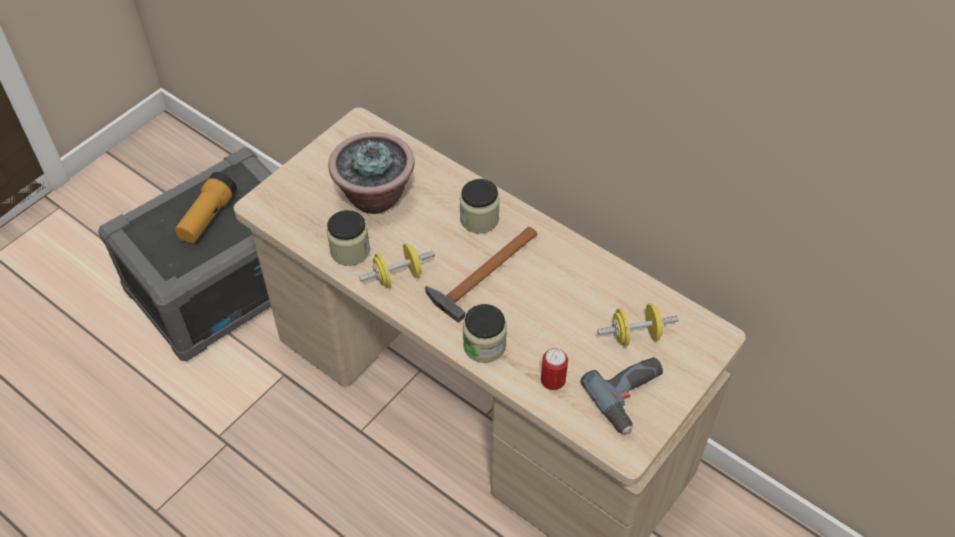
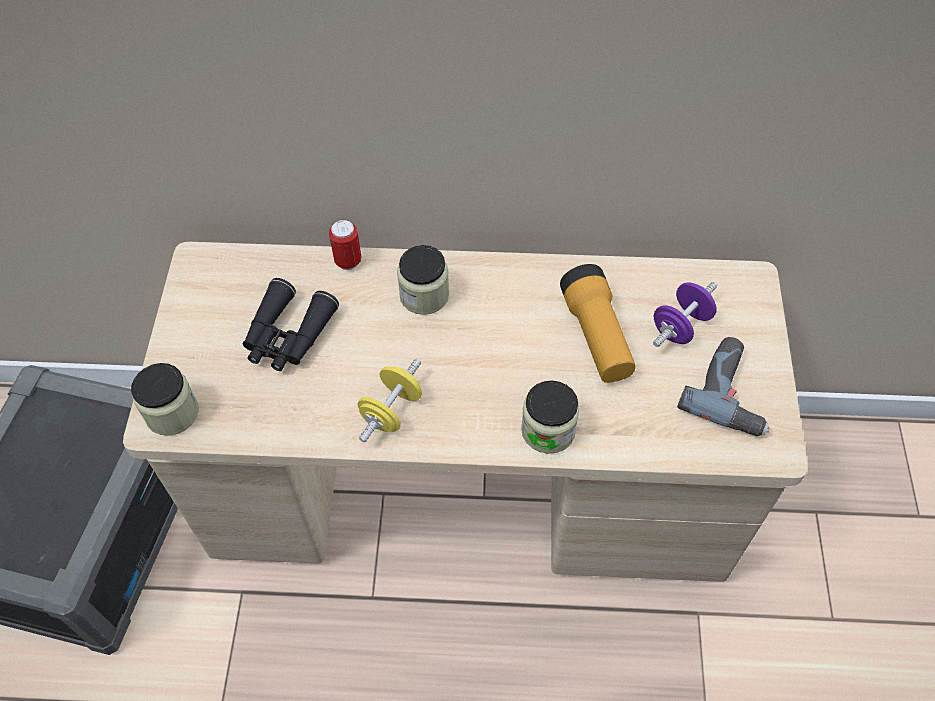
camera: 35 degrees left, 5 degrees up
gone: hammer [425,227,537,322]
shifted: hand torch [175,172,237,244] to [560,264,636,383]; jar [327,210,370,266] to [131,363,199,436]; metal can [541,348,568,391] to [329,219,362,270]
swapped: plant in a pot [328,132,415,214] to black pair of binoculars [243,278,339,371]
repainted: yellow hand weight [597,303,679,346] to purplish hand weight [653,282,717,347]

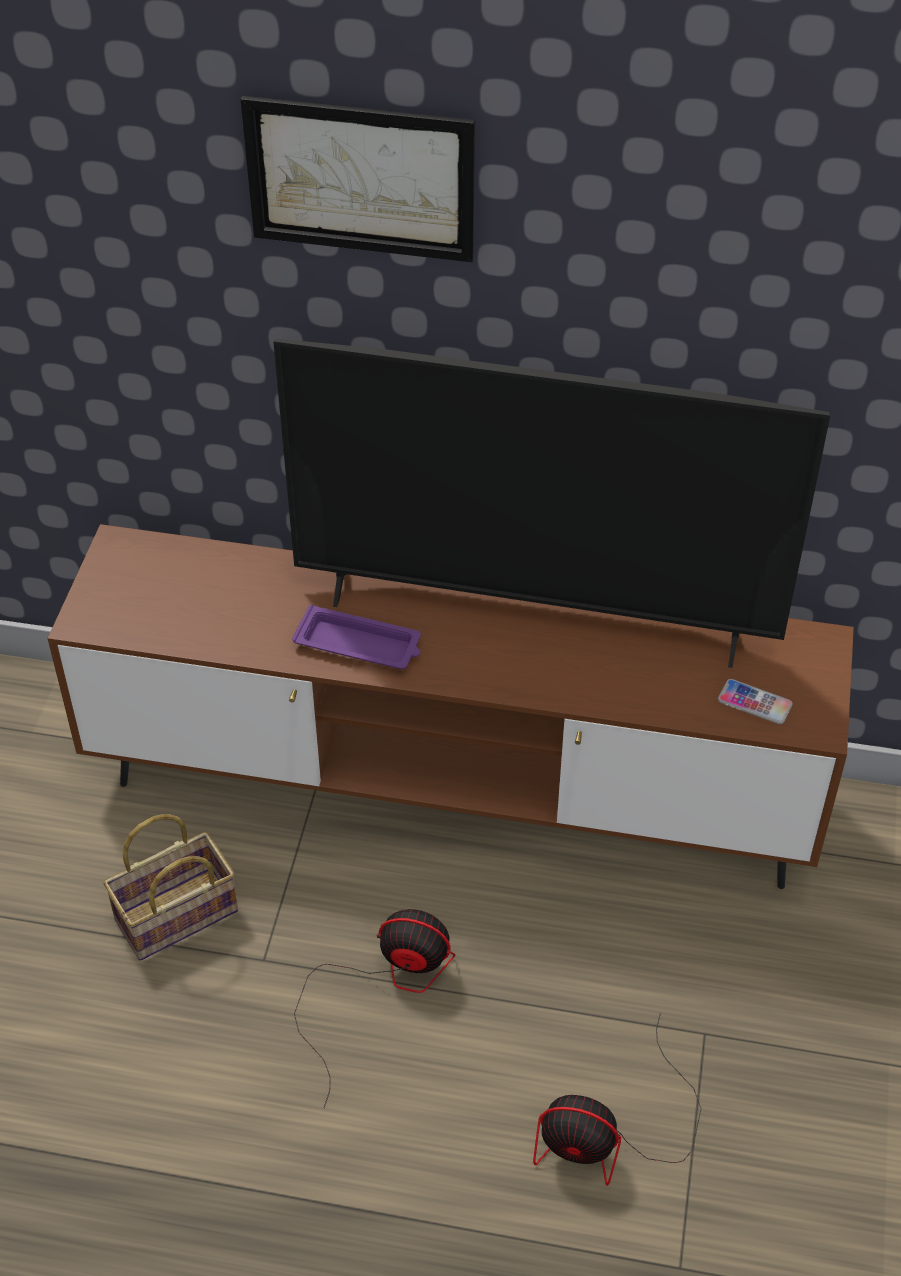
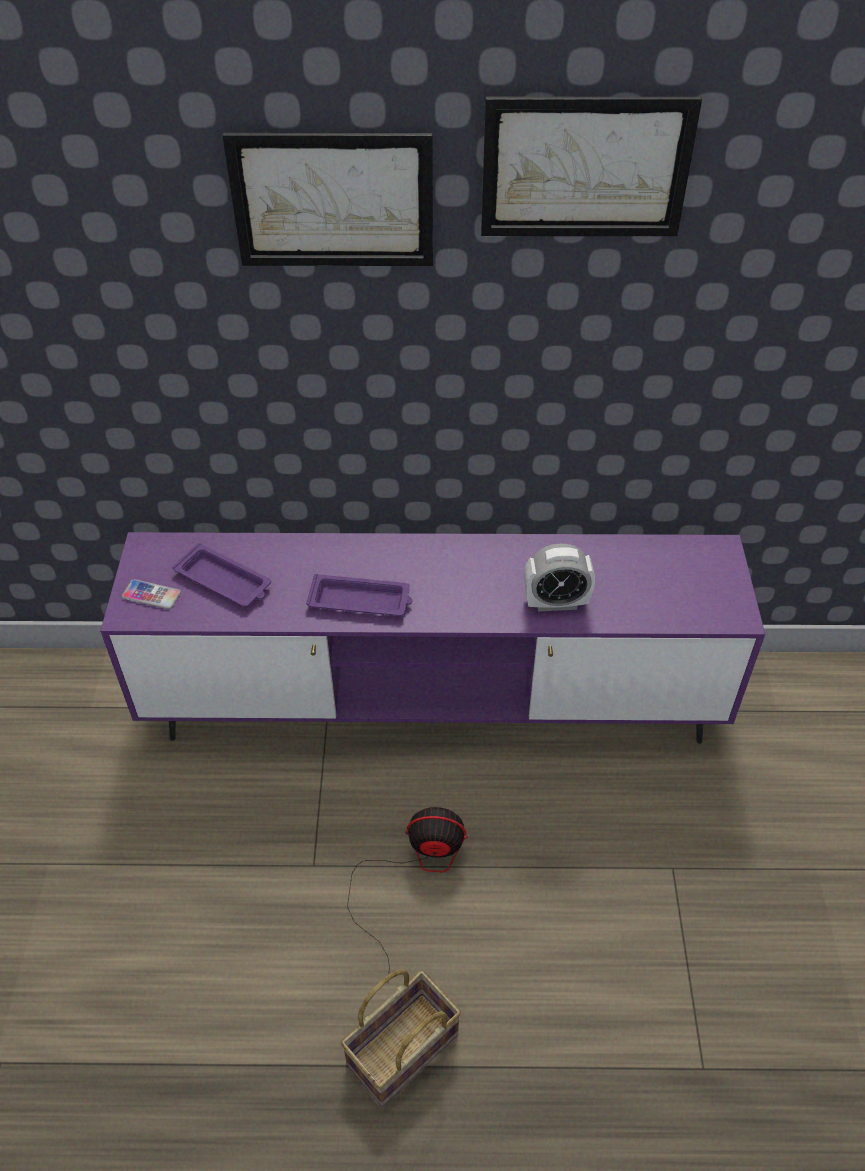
camera: 10 degrees left, 0 degrees up
gone: TV set [273,339,830,668]; electric fan [533,1013,702,1186]
new: purplish serving tray [172,543,271,607]; wall art [481,97,702,236]; alarm clock [524,544,595,612]
shifted: household basket [103,814,238,961] to [341,969,461,1106]; telephone [718,679,793,724] to [122,579,181,609]
repainted: brown-coloured media console [48,524,854,889] to purplish media console [100,532,765,744]

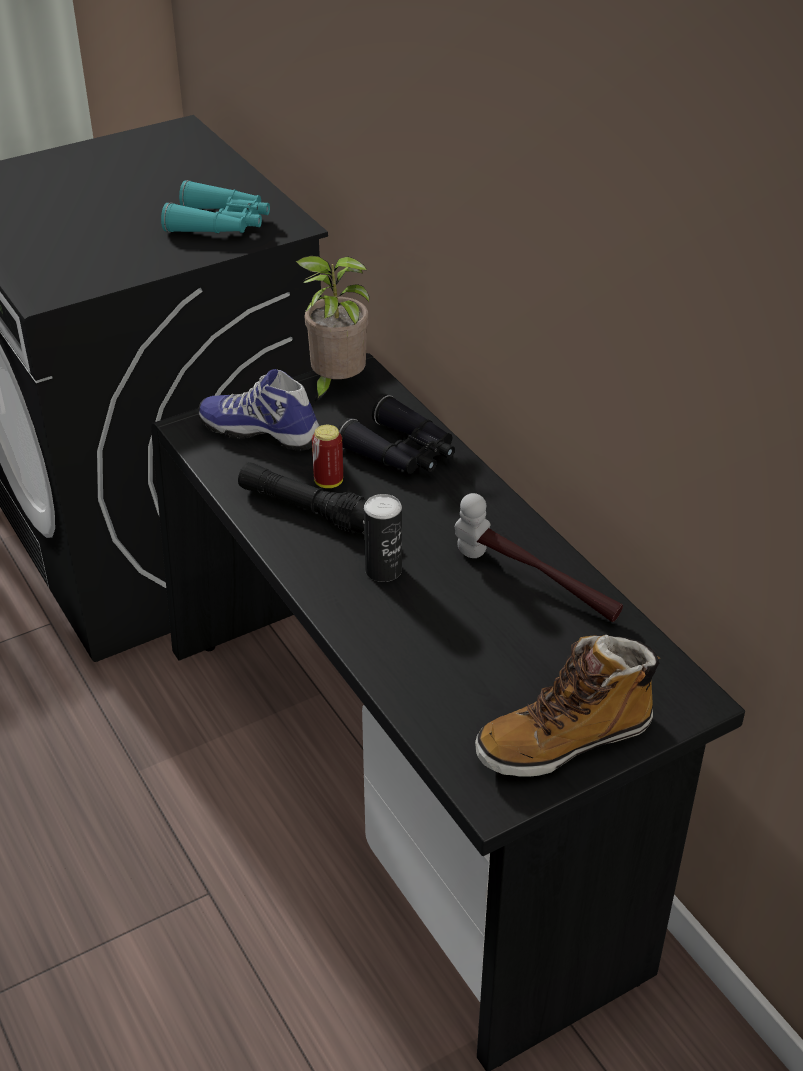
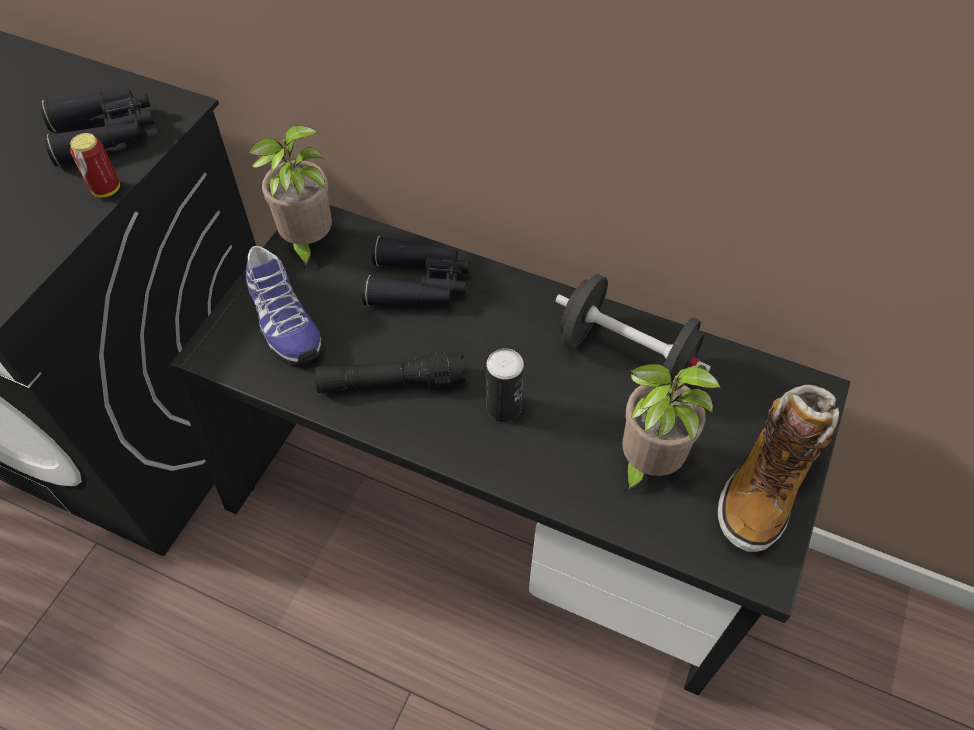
camera: 35 degrees left, 15 degrees up
new: plant in a pot [622,364,720,494]
shifted: metal can [312,425,343,488] to [70,133,120,197]
swapped: hammer [455,493,623,622] to black hand weight [555,274,711,381]
repainted: blue-green pair of binoculars [161,180,270,233] to black pair of binoculars [39,89,155,166]
rotated: low shoe [198,369,319,451] = [246,246,322,364] 105 degrees counterclockwise

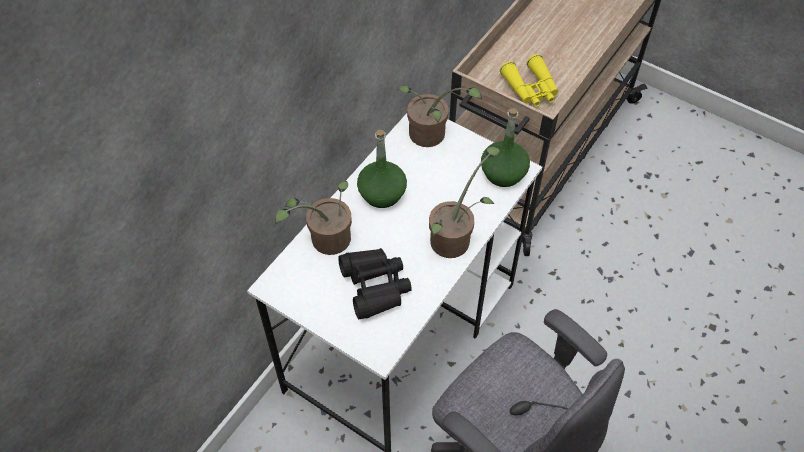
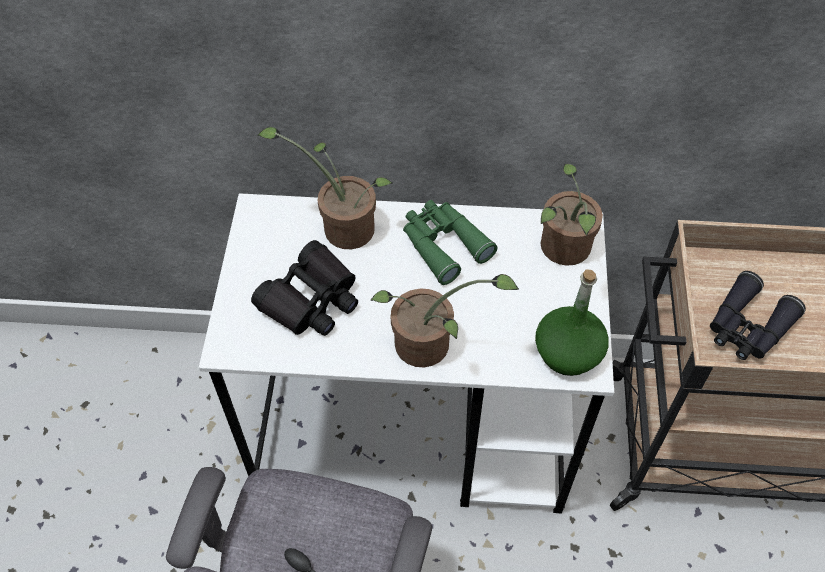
camera: 60 degrees right, 0 degrees up
swapped: greenish drink bottle [357,130,407,208] to greenish pair of binoculars [403,200,498,285]
repainted: yellow pair of binoculars [500,54,558,107] to black pair of binoculars [710,271,806,360]

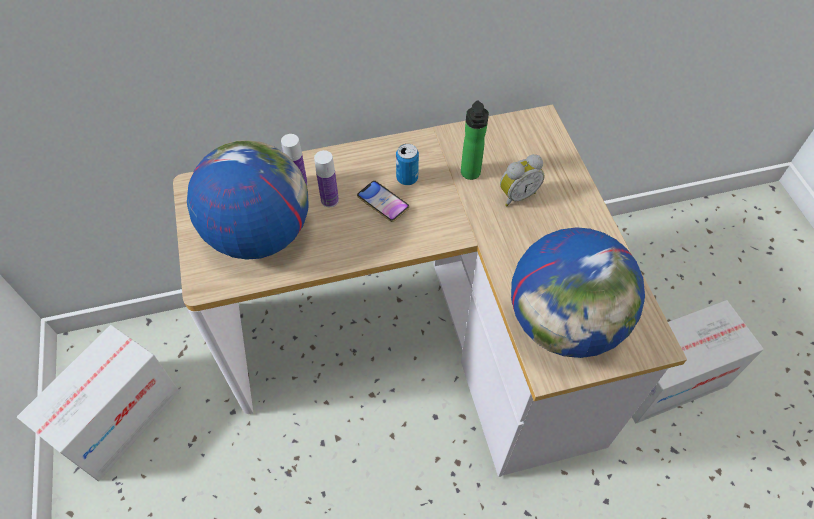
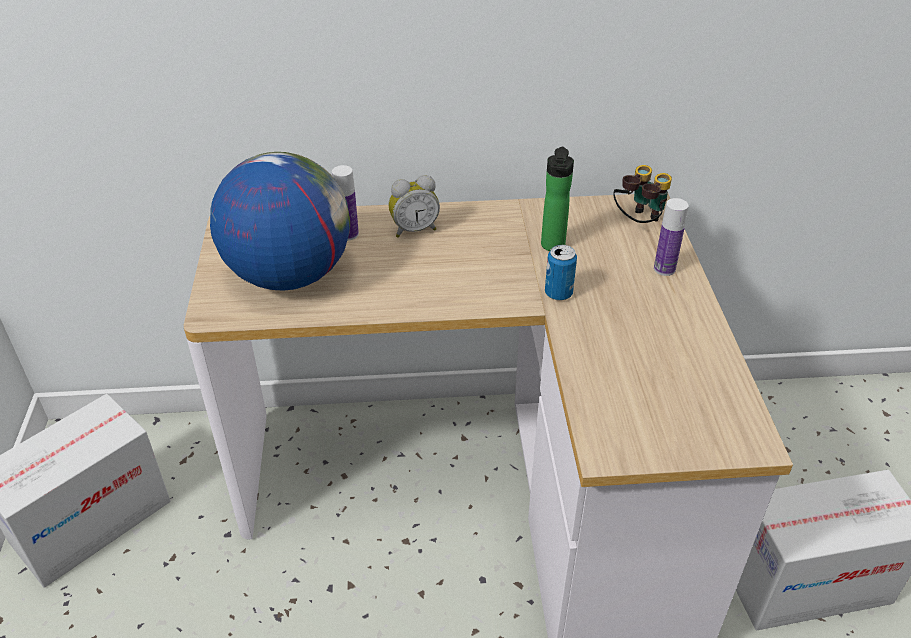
camera: 10 degrees right, 15 degrees down
gone: telephone [357,181,410,222]; world globe [511,227,645,358]
new: pair of binoculars [613,165,672,223]
shifted: drink bottle [314,150,339,207] to [654,198,689,276]; metal can [396,144,419,185] to [545,245,577,301]; alarm clock [500,154,545,206] to [389,175,440,238]

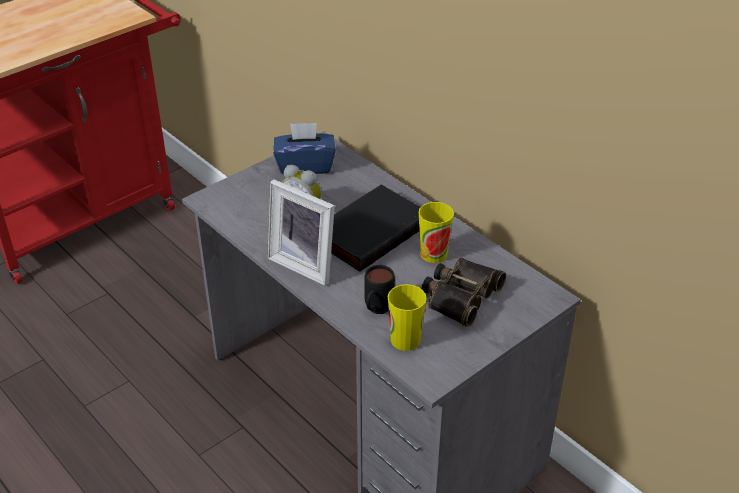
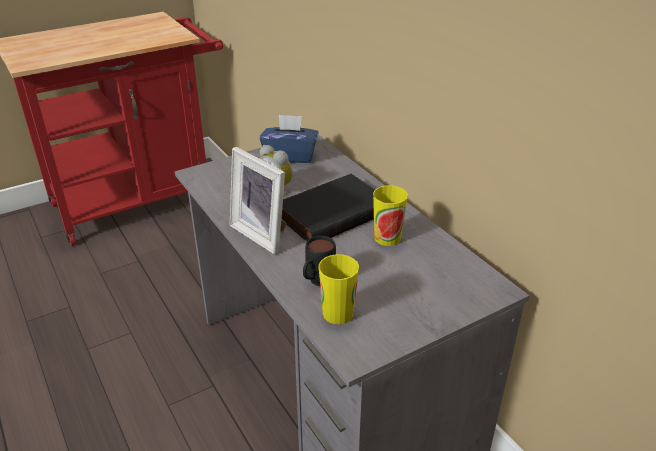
camera: 10 degrees right, 5 degrees down
gone: pair of binoculars [421,257,506,327]

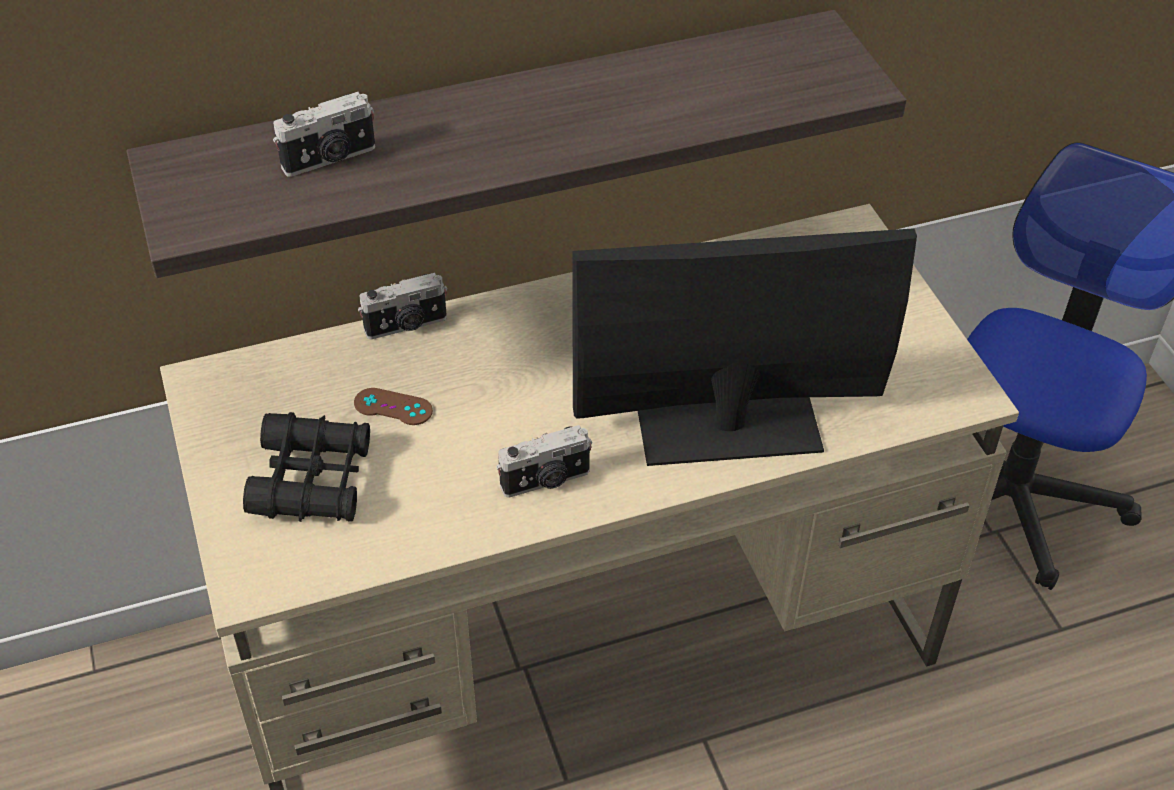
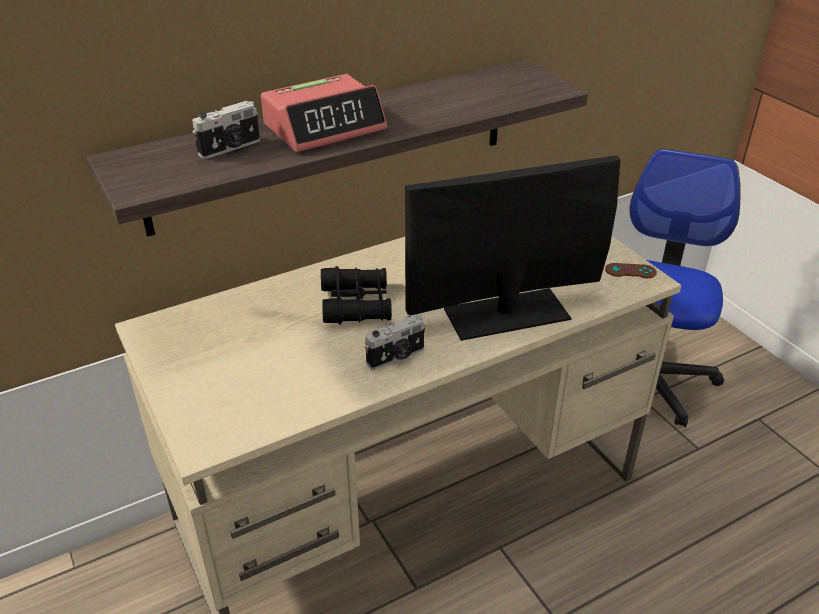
camera: 10 degrees left, 10 degrees down
gone: photo camera [358,273,448,339]
new: alarm clock [261,74,387,152]
shifted: black pair of binoculars [243,412,370,522] to [321,266,392,324]; brown-coloured joypad [354,388,433,425] to [605,263,657,278]

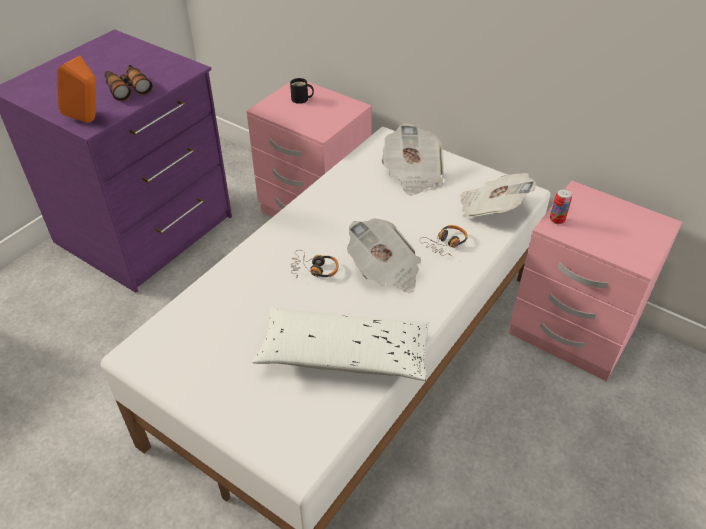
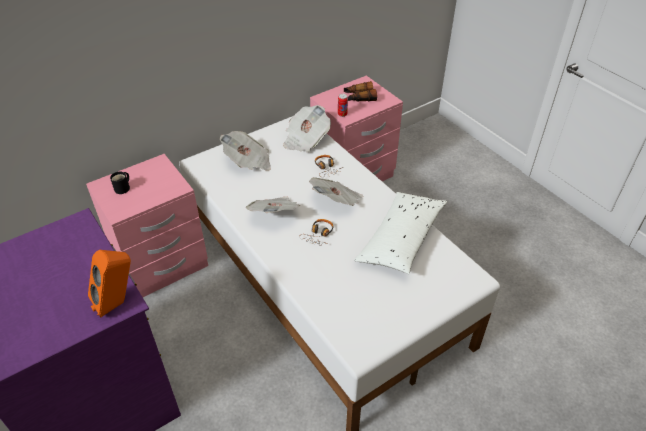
camera: 70 degrees left, 0 degrees up
new: newspaper [246,196,300,213]
shifted: pair of binoculars [104,65,152,101] to [344,81,377,102]

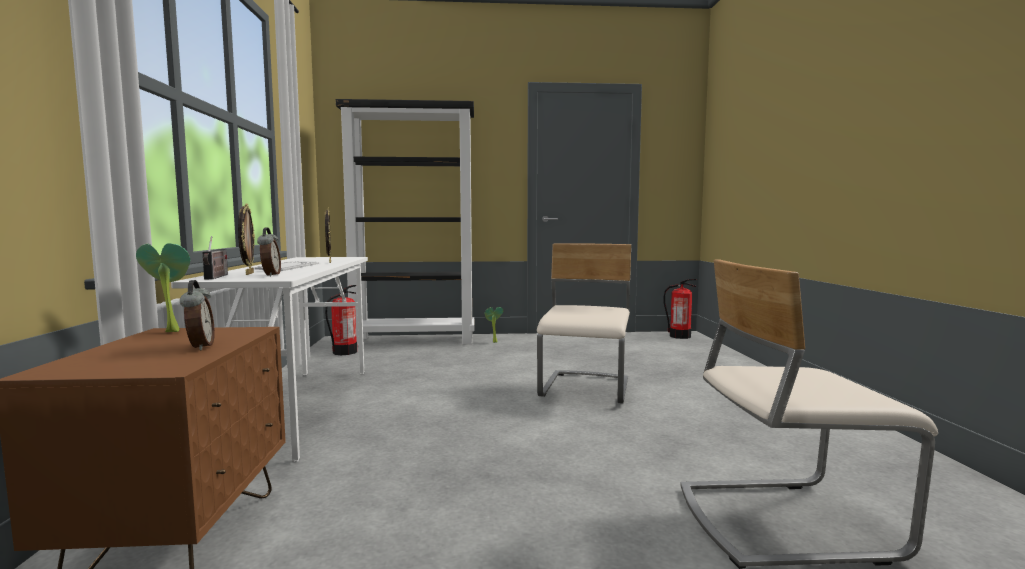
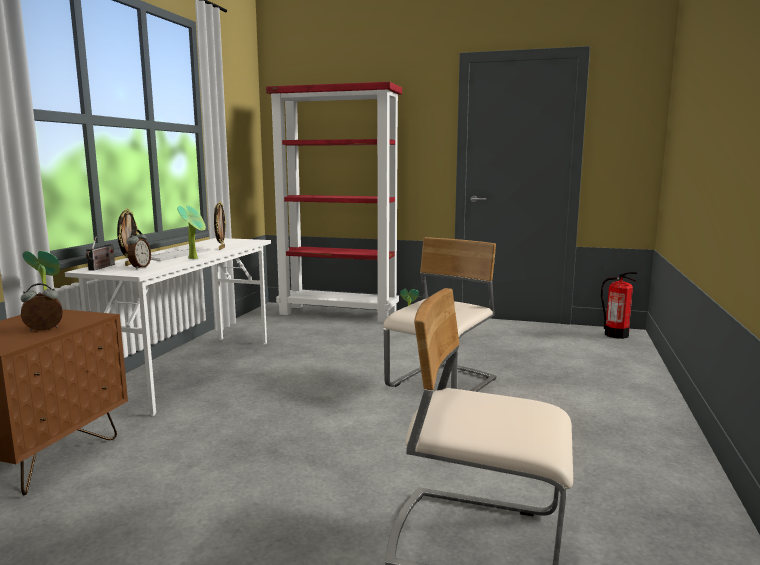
camera: 20 degrees right, 5 degrees up
gone: extinguisher [325,285,357,355]
new: plant in a pot [177,205,206,259]
repainted: black bookshelf [336,99,474,346] to red bookshelf [266,82,402,323]
rotated: alarm clock [180,280,215,350] = [21,283,63,331] 120 degrees counterclockwise

